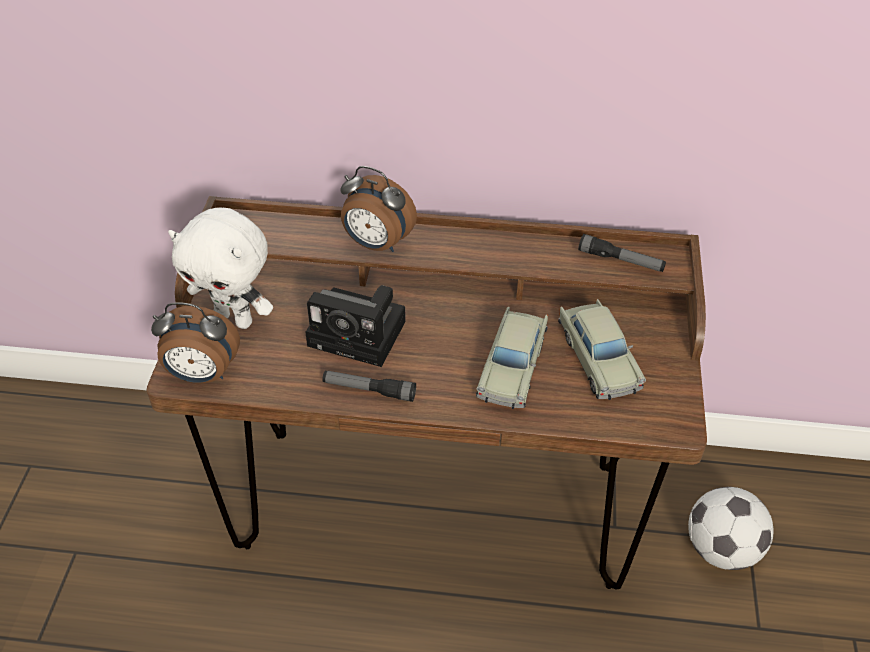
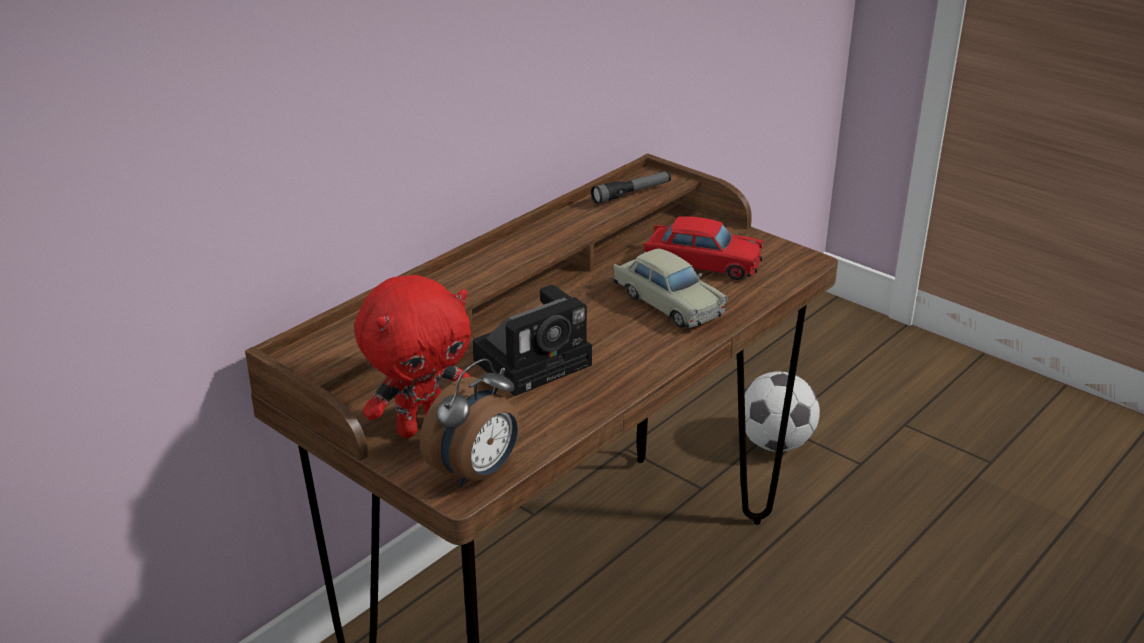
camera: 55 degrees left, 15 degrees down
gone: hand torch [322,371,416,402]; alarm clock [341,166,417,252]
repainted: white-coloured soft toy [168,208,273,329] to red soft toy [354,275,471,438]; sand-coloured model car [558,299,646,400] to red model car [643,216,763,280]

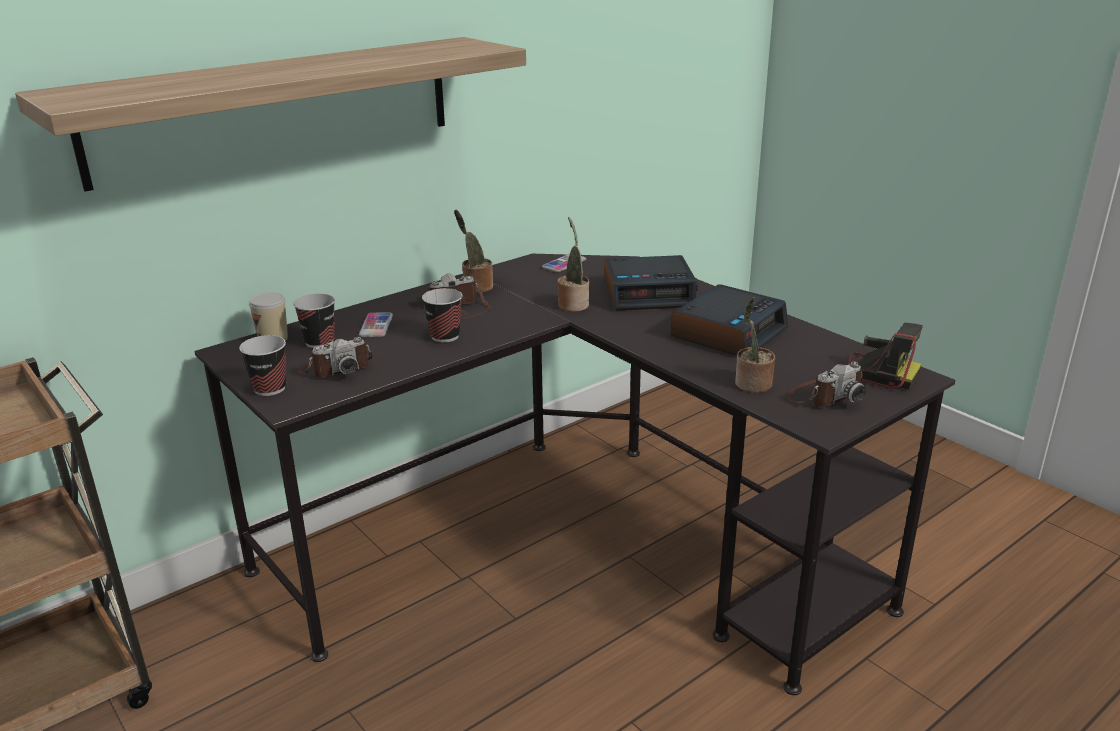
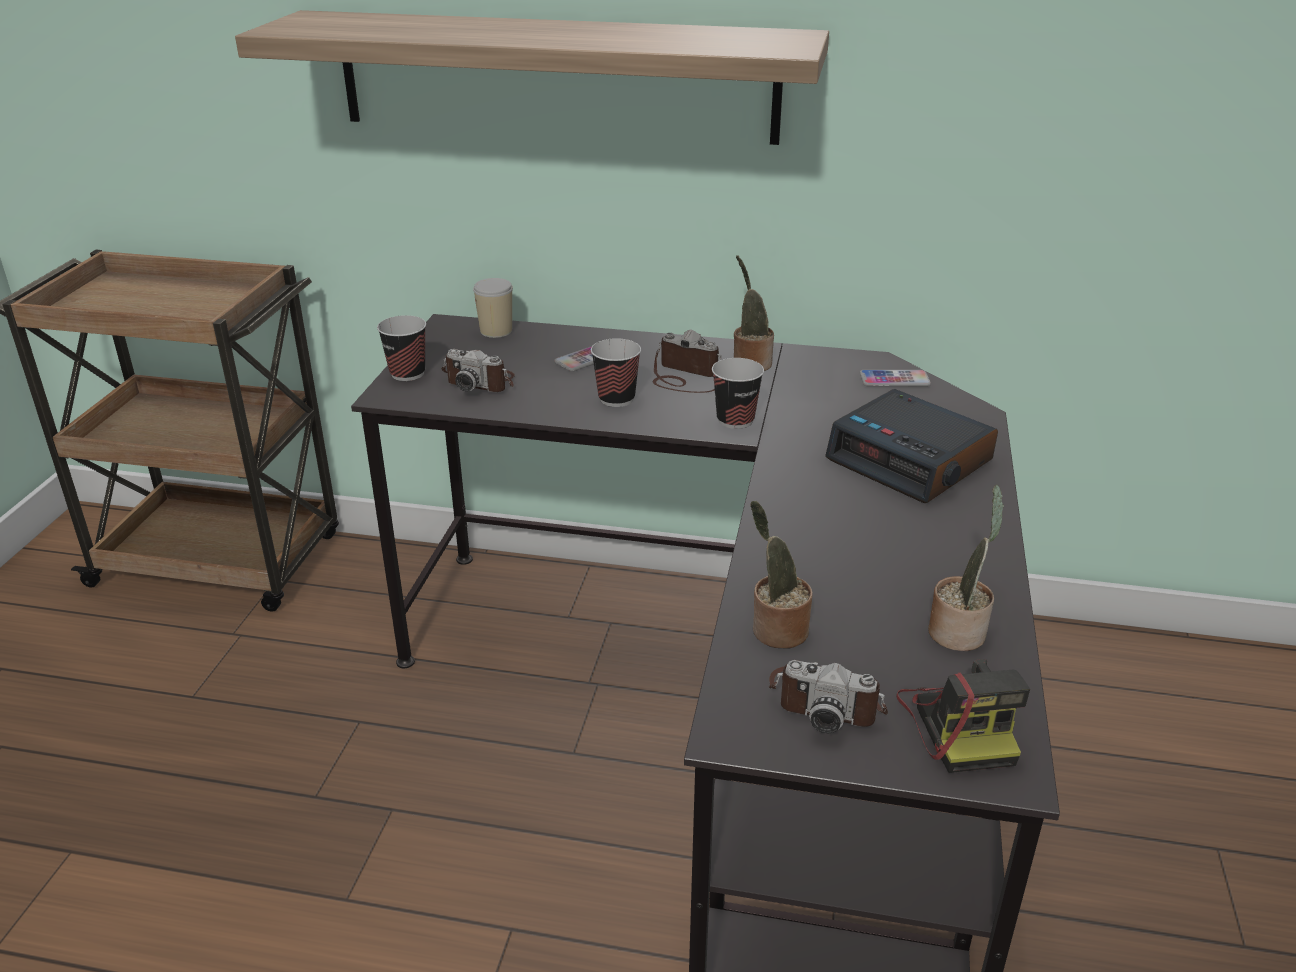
camera: 50 degrees right, 5 degrees up
gone: alarm clock [671,285,788,356]
shifted: small cup [293,294,335,348] to [712,358,764,429]; plant in a pot [557,217,589,312] to [928,485,1004,651]

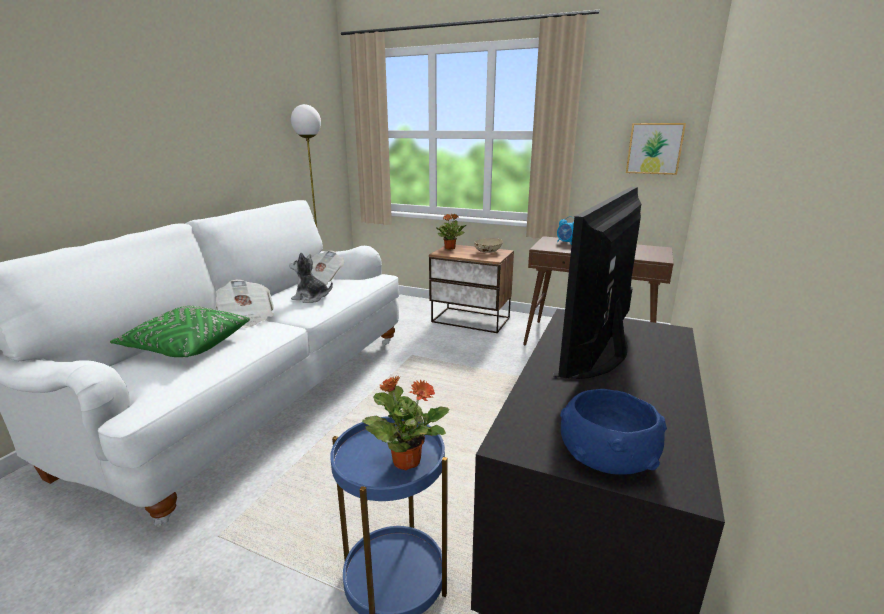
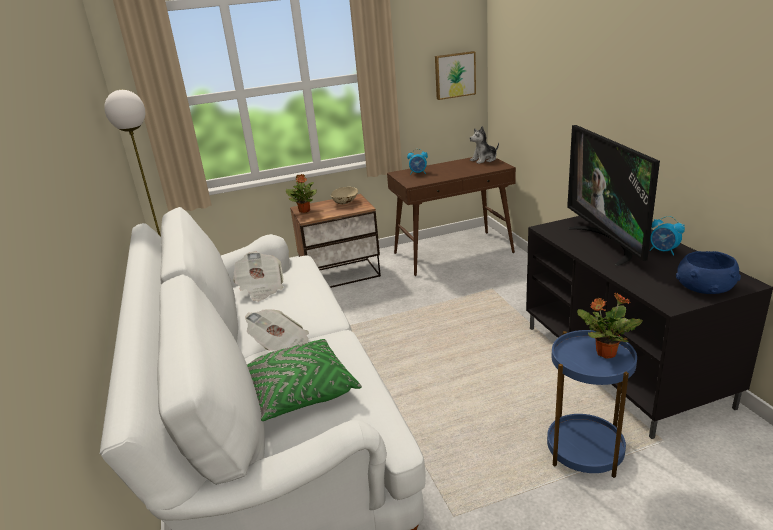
camera: 40 degrees left, 5 degrees up
new: alarm clock [650,216,685,256]
shifted: soft toy [289,252,333,303] to [470,126,499,164]

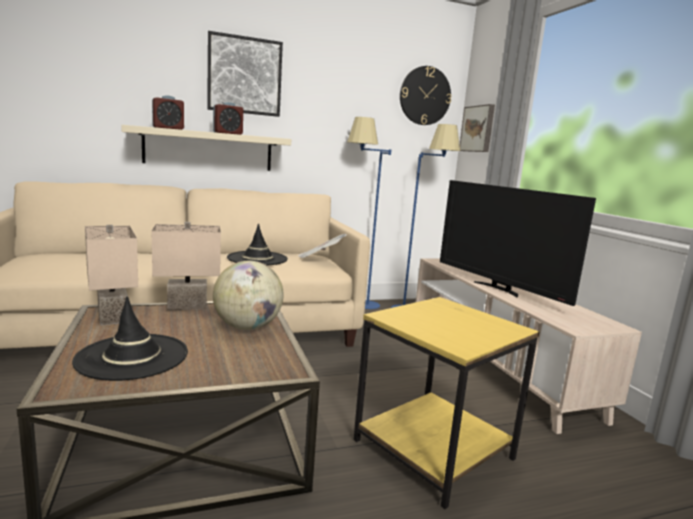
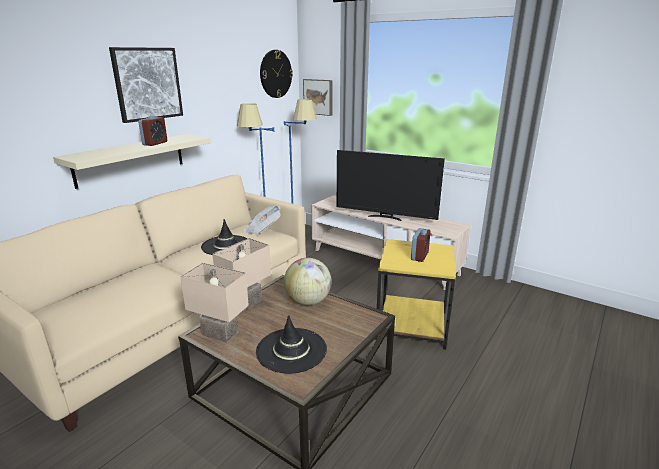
camera: 35 degrees left, 10 degrees up
shifted: alarm clock [152,96,184,130] to [411,228,431,262]

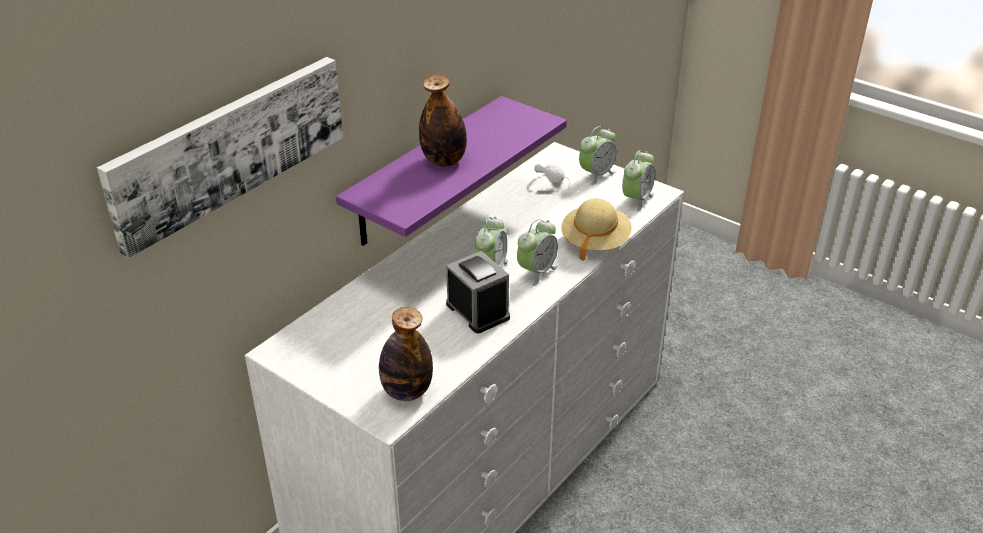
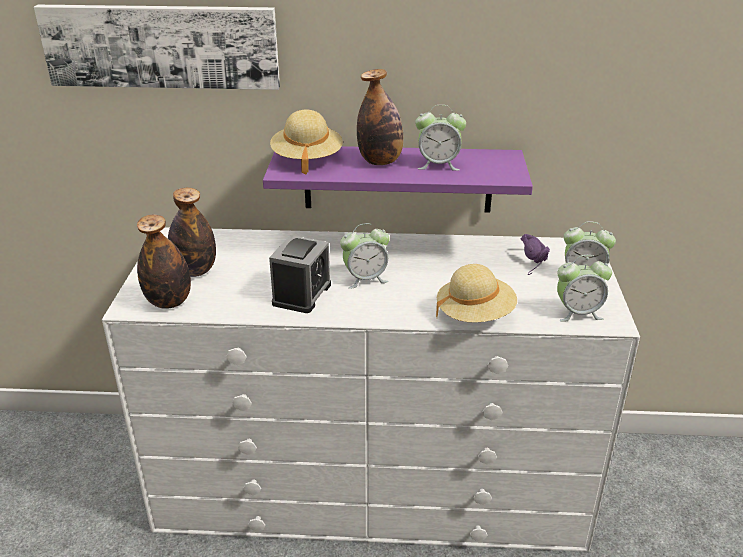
camera: 55 degrees right, 5 degrees down
new: drink bottle [168,188,216,277]; sand-coloured hat [270,110,343,175]
shifted: alarm clock [517,219,558,286] to [415,105,466,171]
repainted: white-coloured pair of headphones [534,163,576,194] to purplish pair of headphones [521,234,550,275]

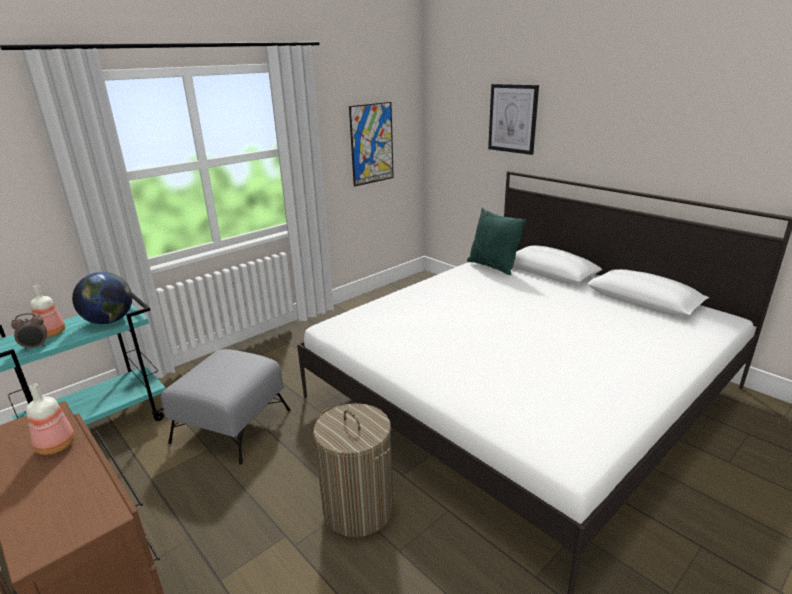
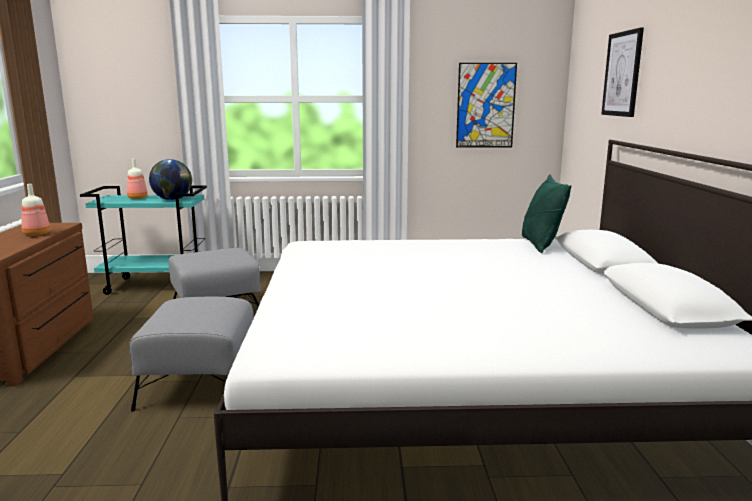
camera: 40 degrees right, 10 degrees down
gone: alarm clock [11,313,47,351]
swapped: laundry basket [313,403,393,537] to gray footrest [129,297,254,412]

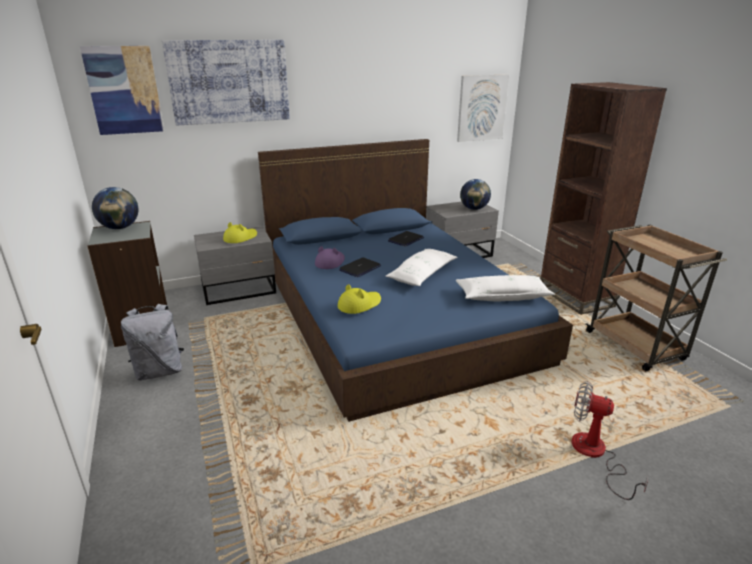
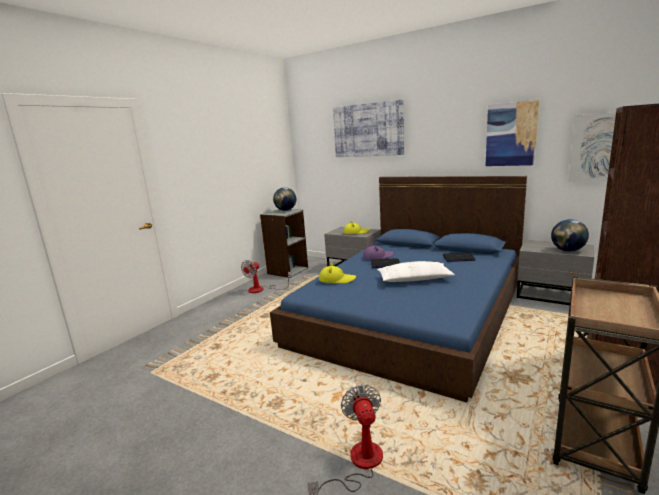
camera: 55 degrees right, 10 degrees down
gone: white-coloured pillow [456,275,555,302]
shifted: wall art [80,46,164,135] to [486,100,539,166]
swapped: gray knapsack [121,304,184,381] to electric fan [241,260,292,293]

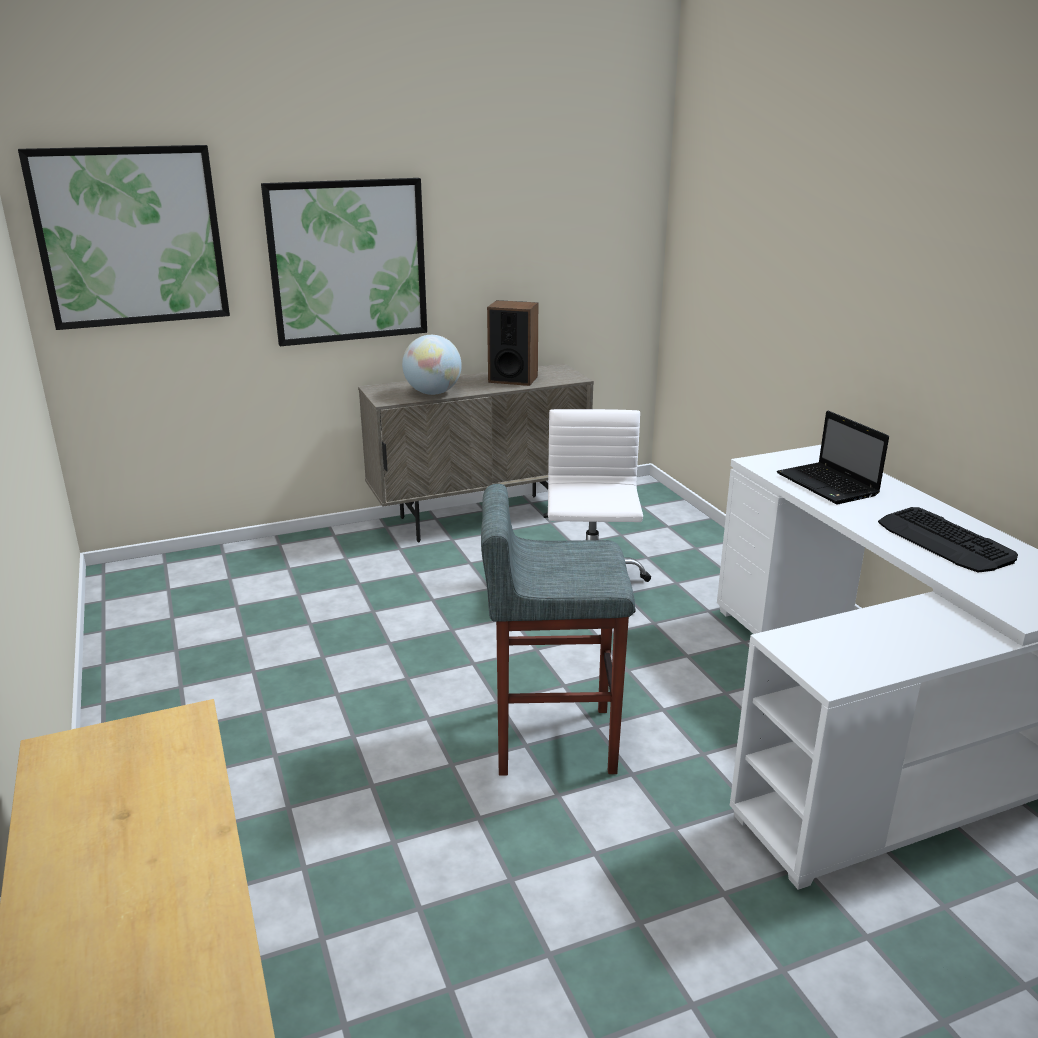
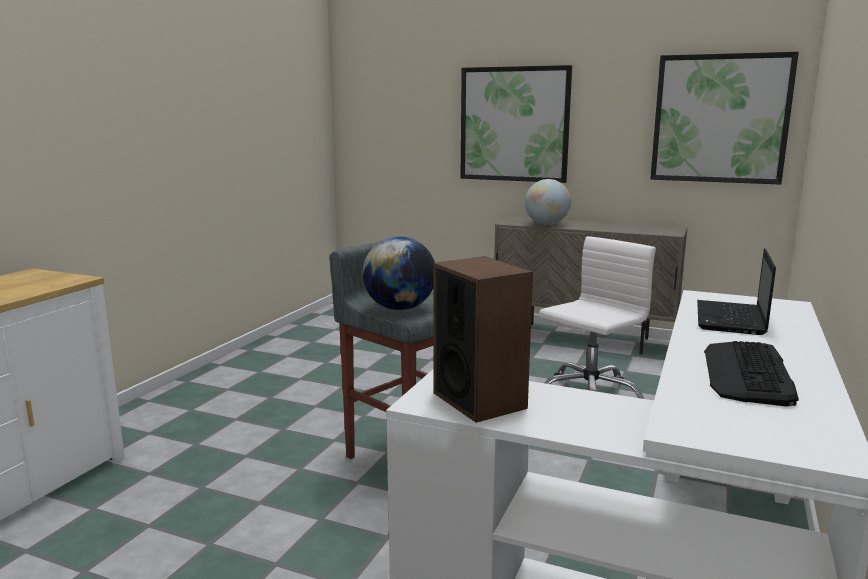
camera: 45 degrees right, 10 degrees down
new: world globe [362,236,435,310]
shifted: wall art [18,145,230,330] to [650,52,799,185]; loudspeaker [487,300,538,386] to [433,256,533,423]

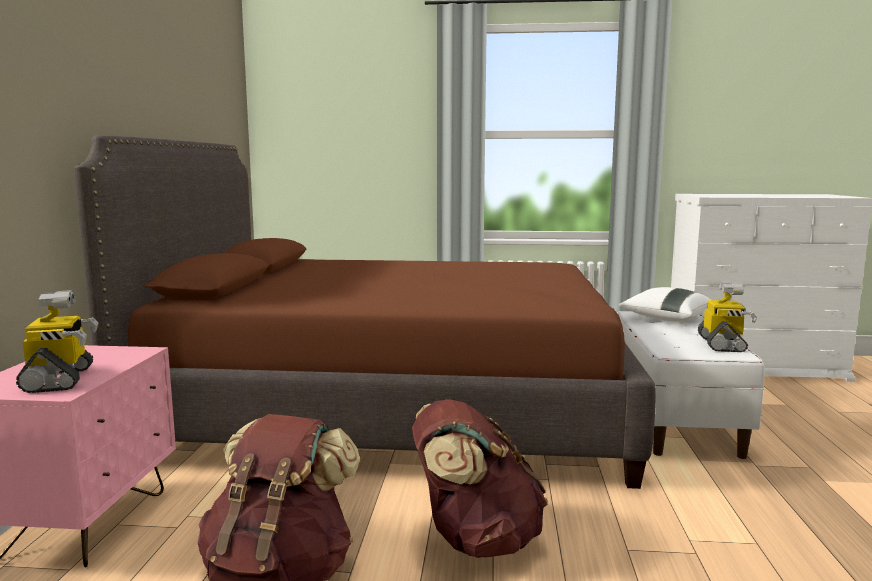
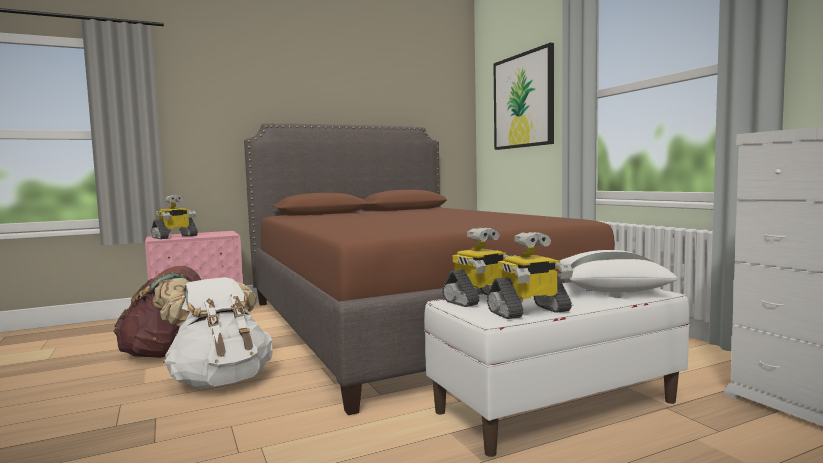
camera: 60 degrees right, 5 degrees down
new: model robot [442,228,516,307]; wall art [494,43,554,150]
repainted: brown-coloured knapsack [412,400,548,558] to white-coloured knapsack [160,277,273,388]

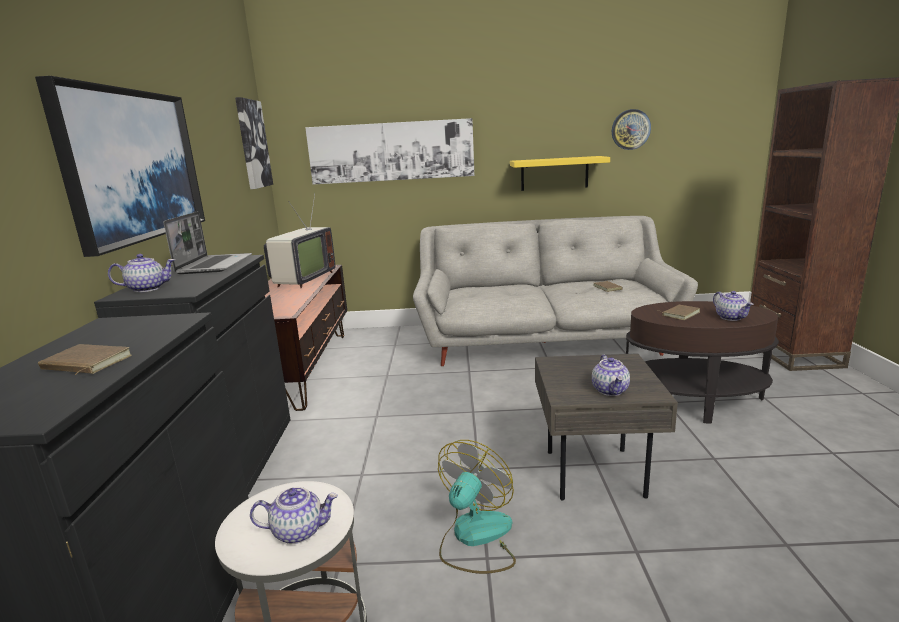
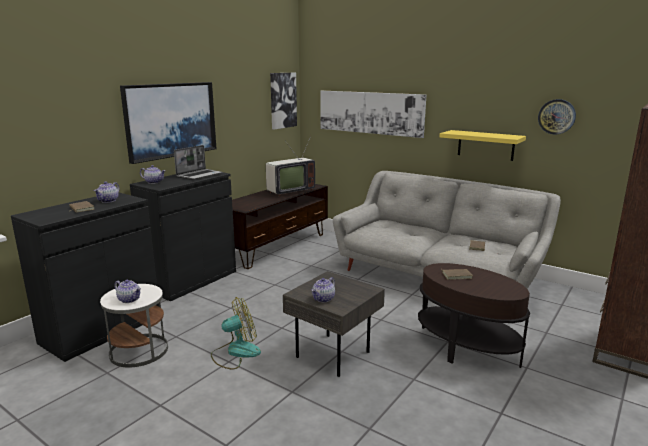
camera: 35 degrees right, 0 degrees up
shifted: pot for tea [713,291,753,321] to [94,181,119,203]

